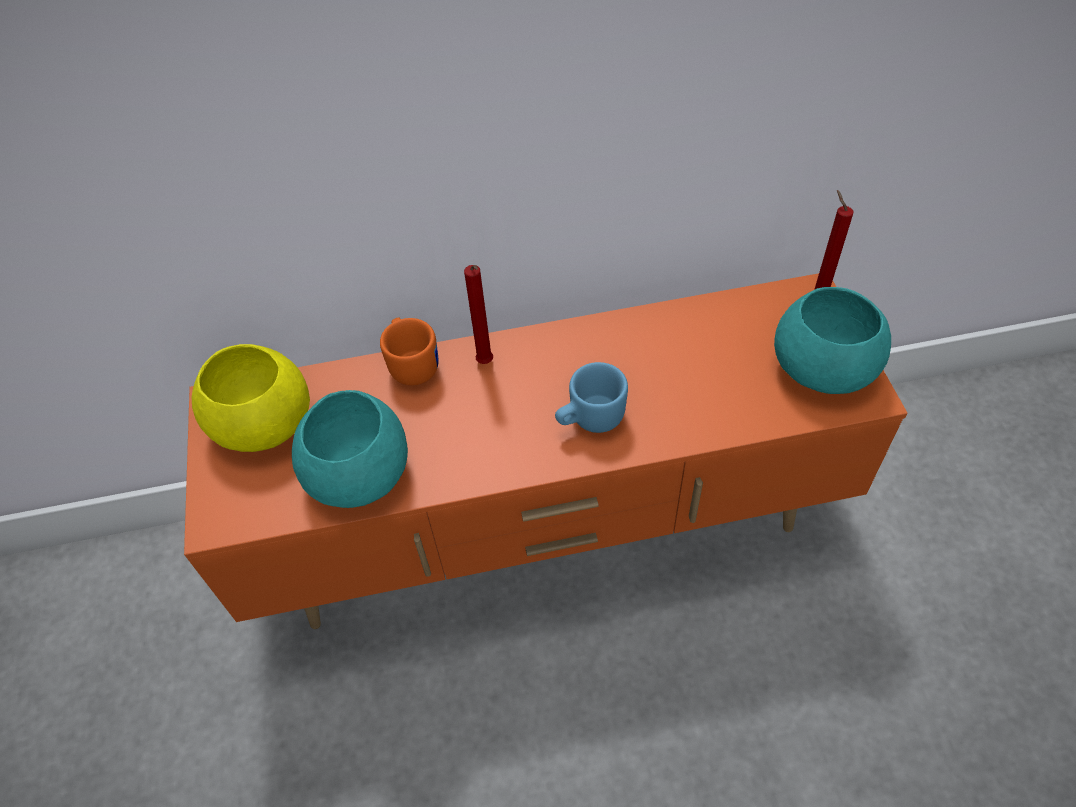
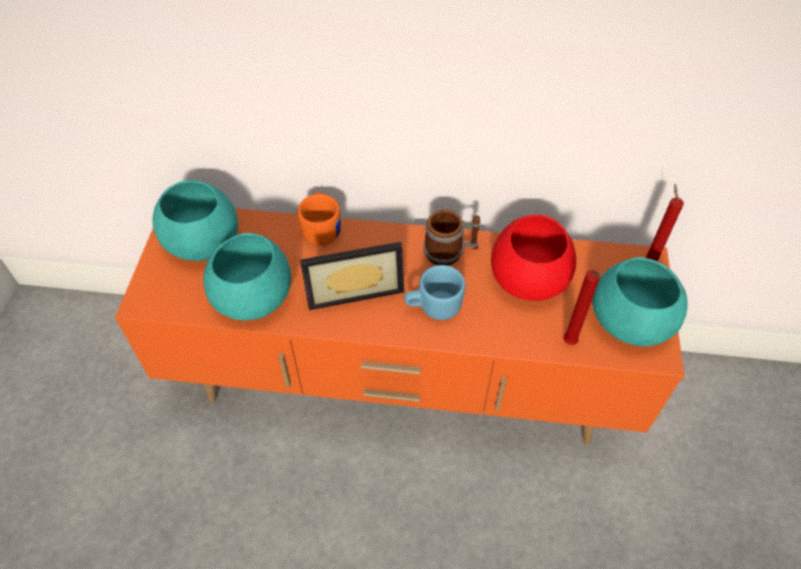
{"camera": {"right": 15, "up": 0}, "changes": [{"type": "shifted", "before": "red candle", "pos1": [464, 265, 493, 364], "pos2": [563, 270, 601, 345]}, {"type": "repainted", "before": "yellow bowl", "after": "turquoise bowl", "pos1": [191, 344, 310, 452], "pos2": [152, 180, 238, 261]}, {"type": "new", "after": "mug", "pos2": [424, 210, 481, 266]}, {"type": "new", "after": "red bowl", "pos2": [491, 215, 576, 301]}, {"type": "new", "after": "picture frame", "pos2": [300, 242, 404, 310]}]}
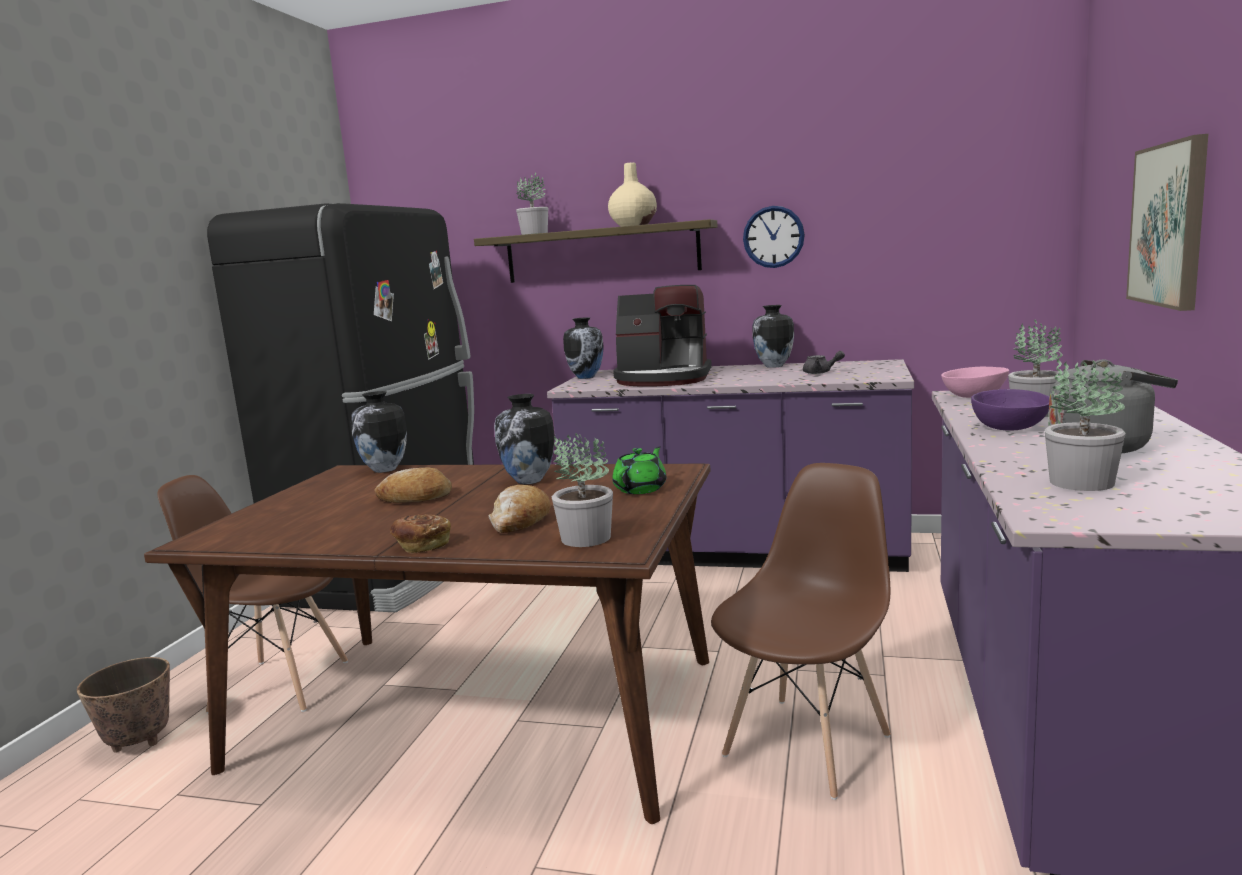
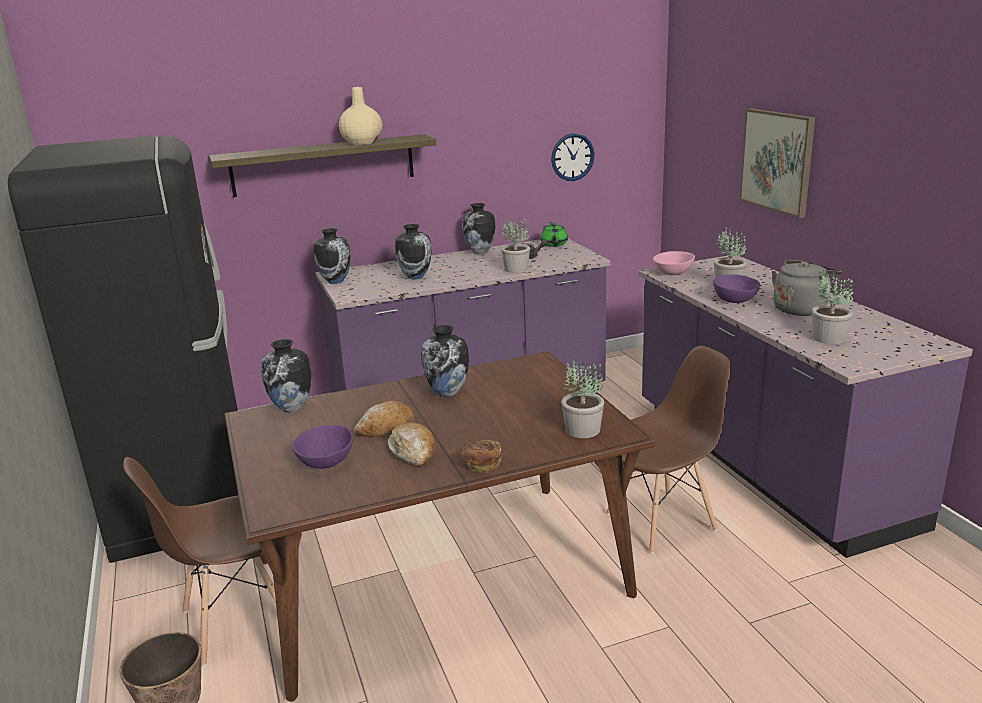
{"camera": {"right": -35, "up": 10}, "changes": [{"type": "shifted", "before": "potted plant", "pos1": [516, 172, 548, 235], "pos2": [501, 219, 530, 273]}, {"type": "shifted", "before": "wall clock", "pos1": [743, 206, 805, 268], "pos2": [551, 133, 595, 181]}, {"type": "swapped", "before": "coffee machine", "after": "vase", "pos1": [613, 285, 712, 386], "pos2": [395, 224, 432, 279]}, {"type": "shifted", "before": "green teapot", "pos1": [612, 446, 667, 494], "pos2": [540, 222, 568, 247]}, {"type": "rotated", "before": "brown chair", "pos1": [711, 463, 891, 800], "pos2": [606, 346, 731, 554], "turn": 60}, {"type": "shifted", "before": "bread", "pos1": [489, 485, 551, 533], "pos2": [388, 422, 435, 466]}, {"type": "new", "after": "purple bowl", "pos2": [293, 425, 353, 469]}]}
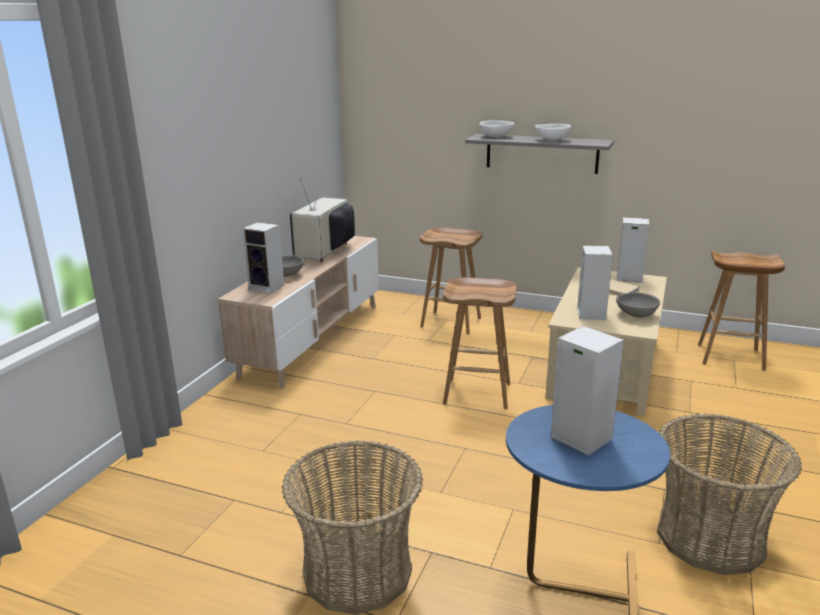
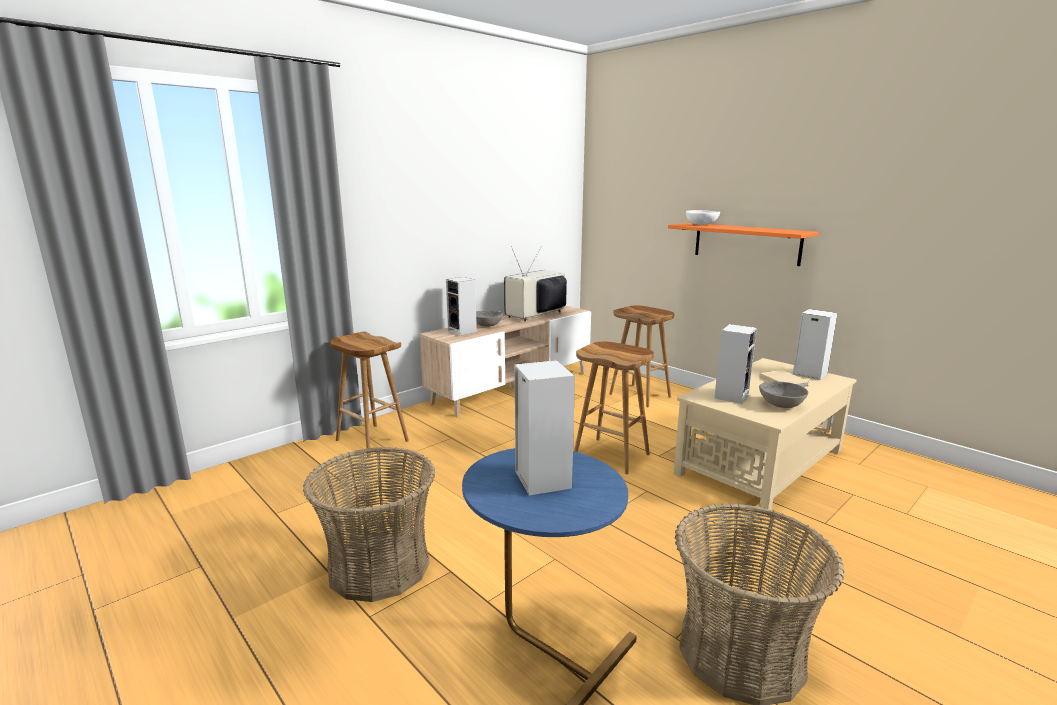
{"camera": {"right": 25, "up": -5}, "changes": [{"type": "gone", "before": "white bowl", "pos1": [535, 124, 571, 141]}, {"type": "repainted", "before": "grey shelf", "after": "orange shelf", "pos1": [465, 134, 614, 174], "pos2": [668, 223, 819, 266]}, {"type": "shifted", "before": "brown stool", "pos1": [698, 250, 785, 371], "pos2": [330, 331, 409, 457]}]}
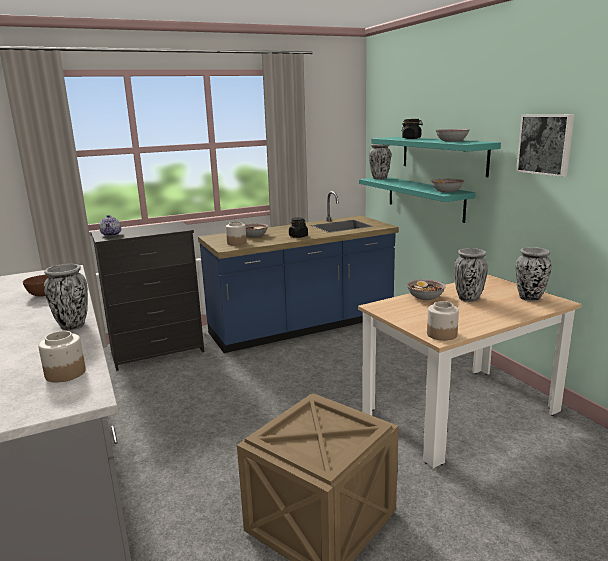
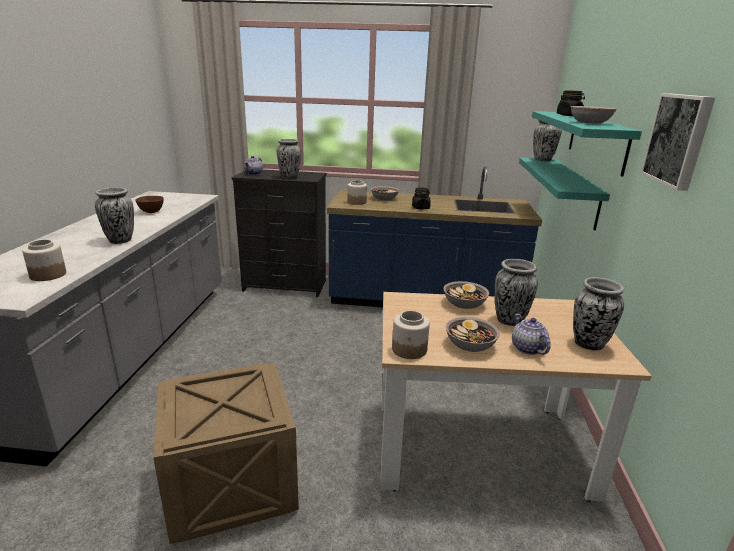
{"camera": {"right": 30, "up": 5}, "changes": [{"type": "shifted", "before": "bowl", "pos1": [431, 179, 464, 192], "pos2": [445, 317, 500, 352]}, {"type": "new", "after": "vase", "pos2": [277, 139, 301, 179]}, {"type": "new", "after": "teapot", "pos2": [512, 314, 551, 355]}]}
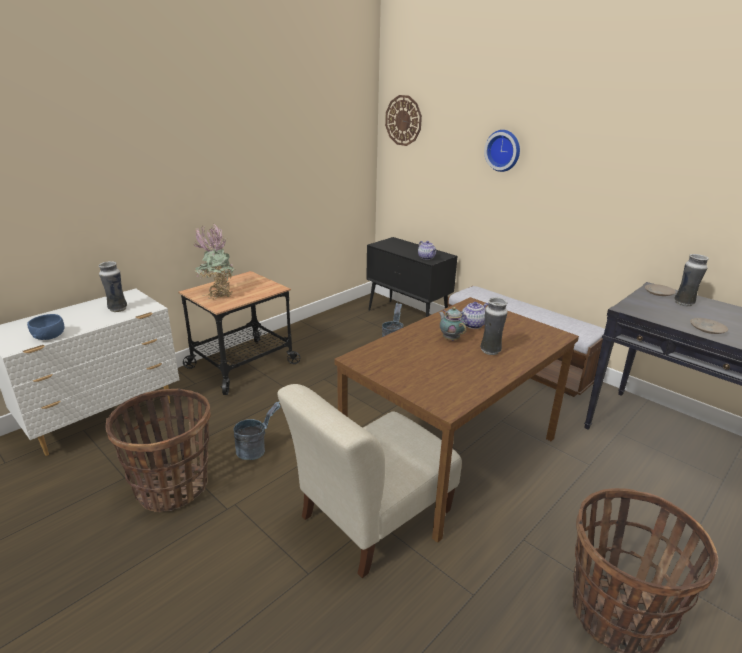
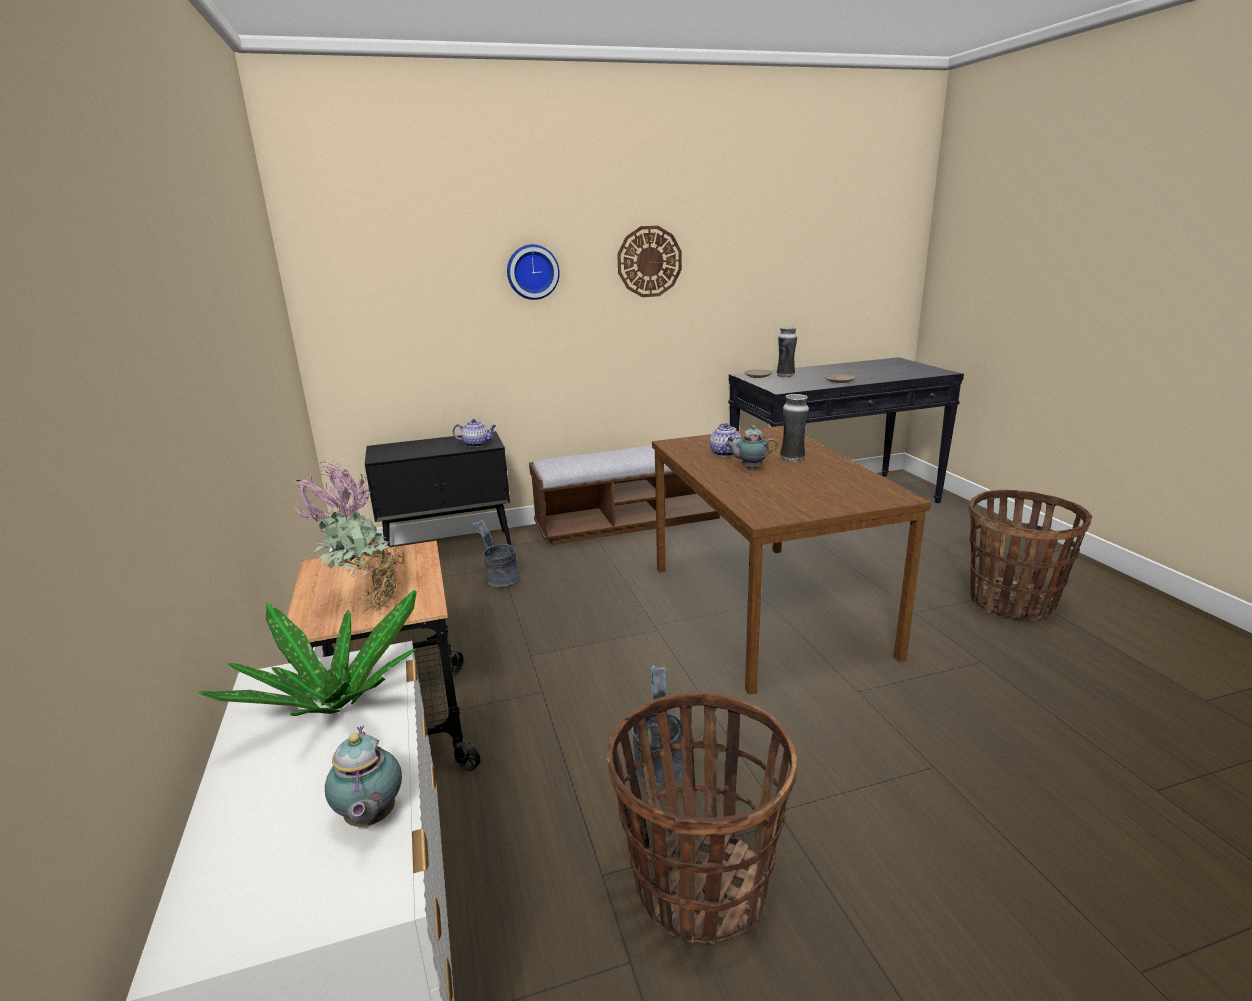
{"camera": {"right": -60, "up": -5}, "changes": [{"type": "shifted", "before": "wall clock", "pos1": [385, 95, 422, 146], "pos2": [617, 226, 682, 297]}, {"type": "swapped", "before": "vase", "after": "potted plant", "pos1": [99, 261, 127, 312], "pos2": [198, 590, 417, 716]}, {"type": "swapped", "before": "blue bowl", "after": "teapot", "pos1": [27, 314, 65, 340], "pos2": [325, 726, 402, 827]}, {"type": "gone", "before": "beige chair", "pos1": [277, 384, 462, 578]}]}
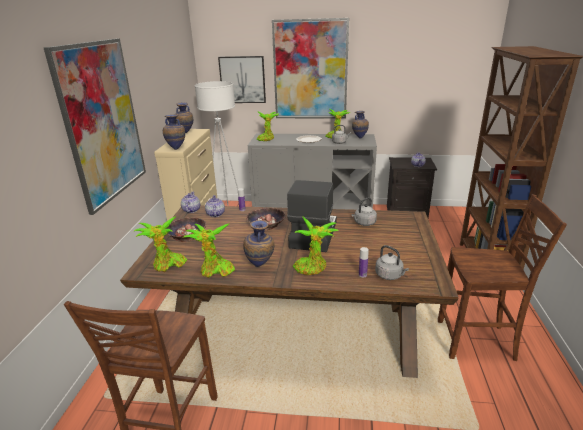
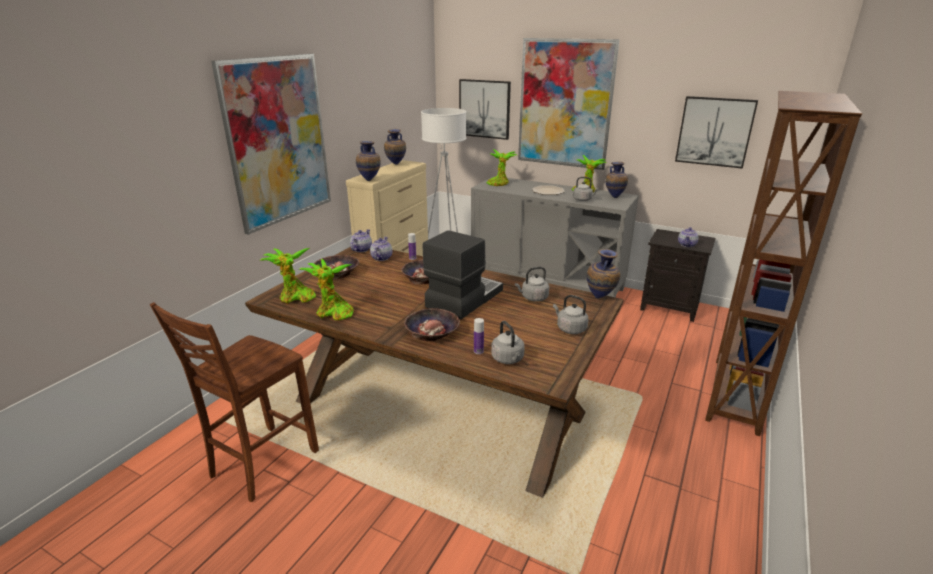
{"camera": {"right": 20, "up": 0}, "changes": [{"type": "gone", "before": "brown chair", "pos1": [438, 194, 567, 361]}, {"type": "swapped", "before": "potted plant", "after": "bowl", "pos1": [293, 217, 339, 275], "pos2": [404, 308, 460, 341]}, {"type": "shifted", "before": "vase", "pos1": [243, 220, 274, 267], "pos2": [587, 249, 620, 298]}, {"type": "new", "after": "picture", "pos2": [675, 96, 758, 169]}, {"type": "new", "after": "grey kettle", "pos2": [553, 295, 588, 334]}]}
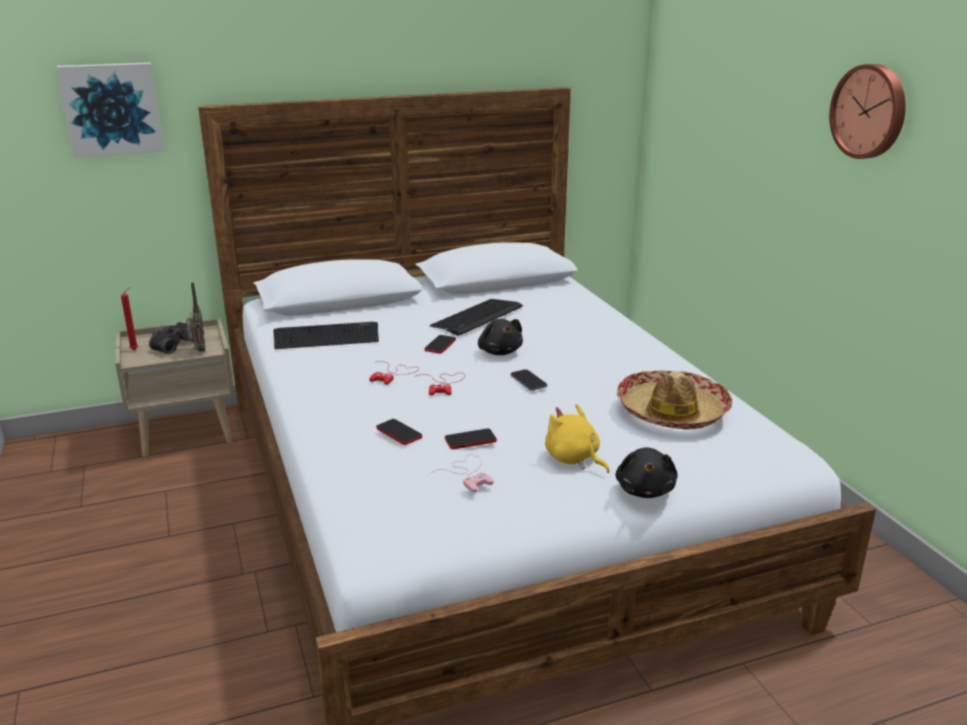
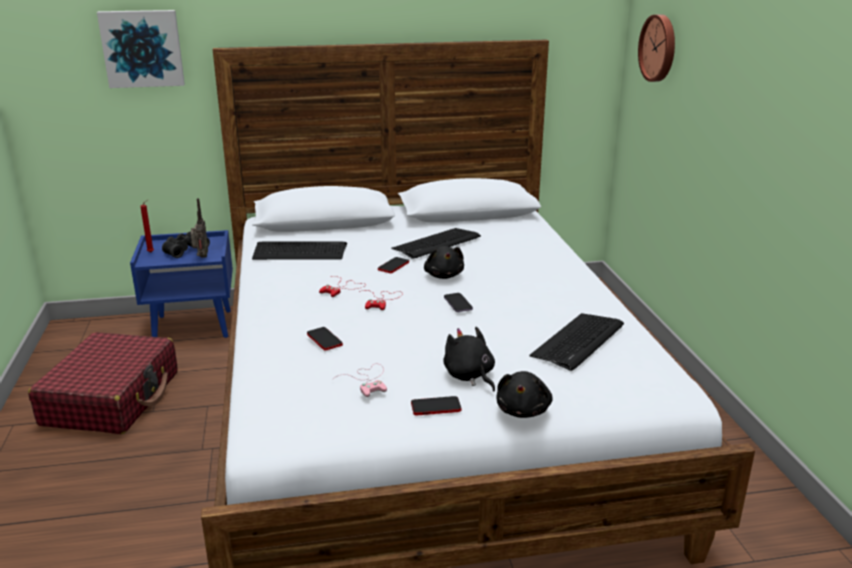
{"camera": {"right": 10, "up": 0}, "changes": [{"type": "shifted", "before": "wall clock", "pos1": [829, 64, 906, 159], "pos2": [638, 14, 675, 82]}, {"type": "repainted", "before": "beige nightstand", "after": "blue nightstand", "pos1": [115, 318, 235, 457], "pos2": [130, 230, 233, 338]}, {"type": "swapped", "before": "hat", "after": "keyboard", "pos1": [617, 370, 732, 430], "pos2": [529, 313, 624, 371]}, {"type": "repainted", "before": "yellow plush toy", "after": "black plush toy", "pos1": [545, 404, 609, 473], "pos2": [443, 327, 495, 392]}, {"type": "shifted", "before": "phone", "pos1": [445, 429, 497, 449], "pos2": [411, 396, 462, 415]}, {"type": "new", "after": "red suitcase", "pos2": [28, 332, 178, 434]}]}
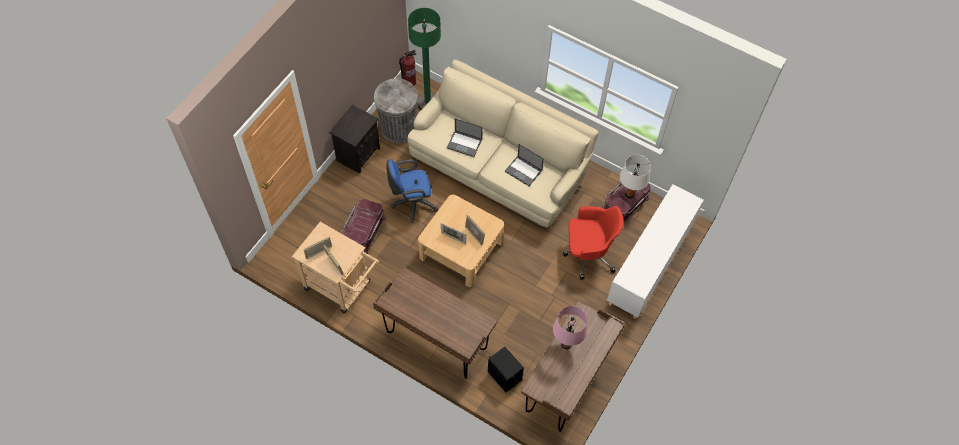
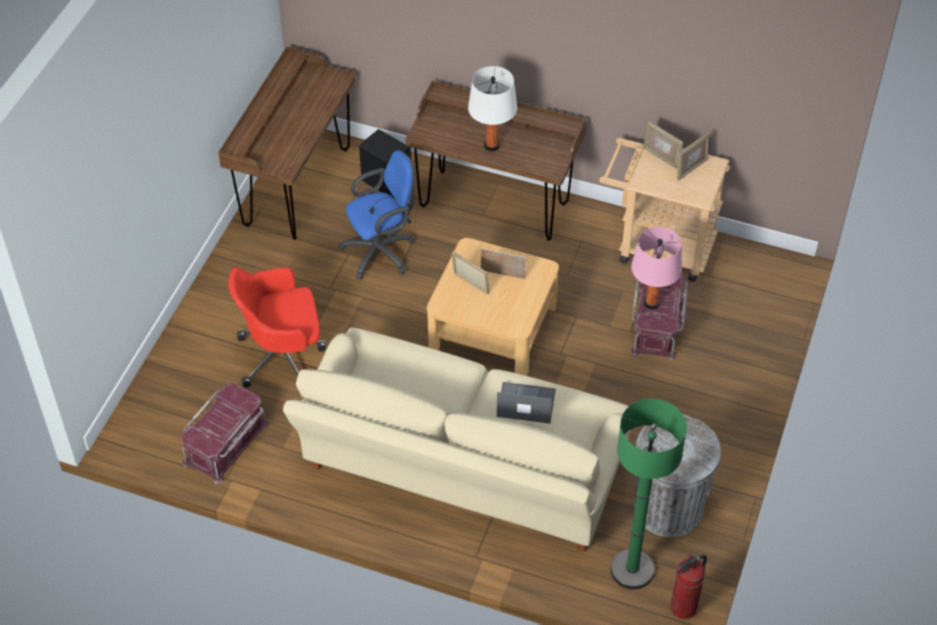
{"camera": {"right": 170, "up": -10}, "changes": [{"type": "gone", "before": "black nightstand", "pos1": [329, 105, 380, 174]}, {"type": "gone", "before": "laptop", "pos1": [505, 144, 544, 186]}, {"type": "shifted", "before": "white table lamp", "pos1": [620, 155, 651, 198], "pos2": [468, 66, 517, 151]}, {"type": "shifted", "before": "blue office chair", "pos1": [386, 159, 438, 222], "pos2": [339, 150, 415, 280]}, {"type": "gone", "before": "white cabinet", "pos1": [607, 184, 704, 319]}, {"type": "shifted", "before": "pink table lamp", "pos1": [553, 306, 587, 349], "pos2": [631, 227, 682, 309]}]}
